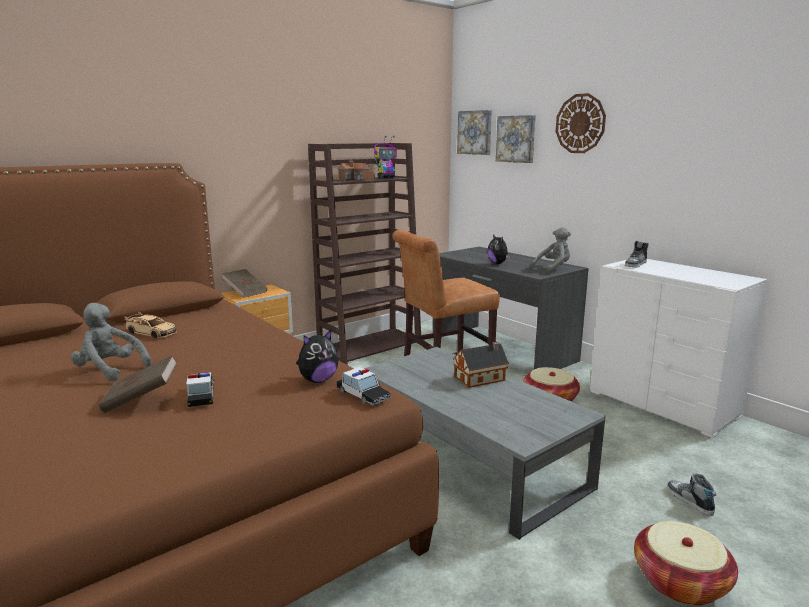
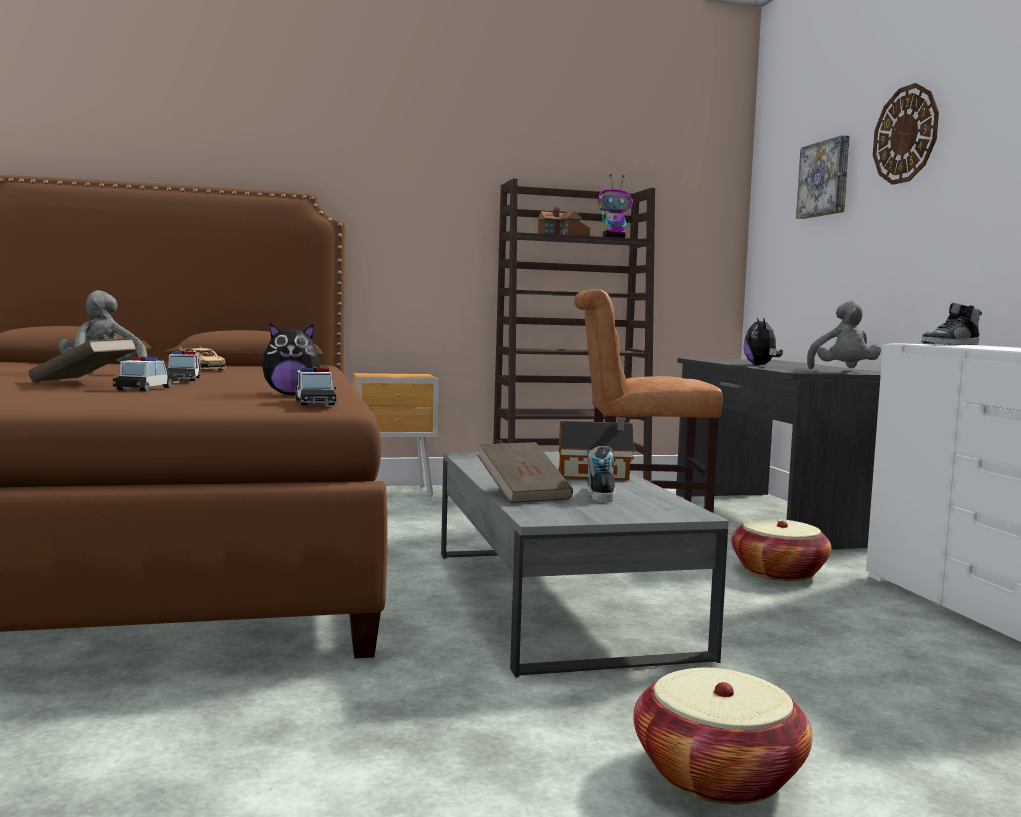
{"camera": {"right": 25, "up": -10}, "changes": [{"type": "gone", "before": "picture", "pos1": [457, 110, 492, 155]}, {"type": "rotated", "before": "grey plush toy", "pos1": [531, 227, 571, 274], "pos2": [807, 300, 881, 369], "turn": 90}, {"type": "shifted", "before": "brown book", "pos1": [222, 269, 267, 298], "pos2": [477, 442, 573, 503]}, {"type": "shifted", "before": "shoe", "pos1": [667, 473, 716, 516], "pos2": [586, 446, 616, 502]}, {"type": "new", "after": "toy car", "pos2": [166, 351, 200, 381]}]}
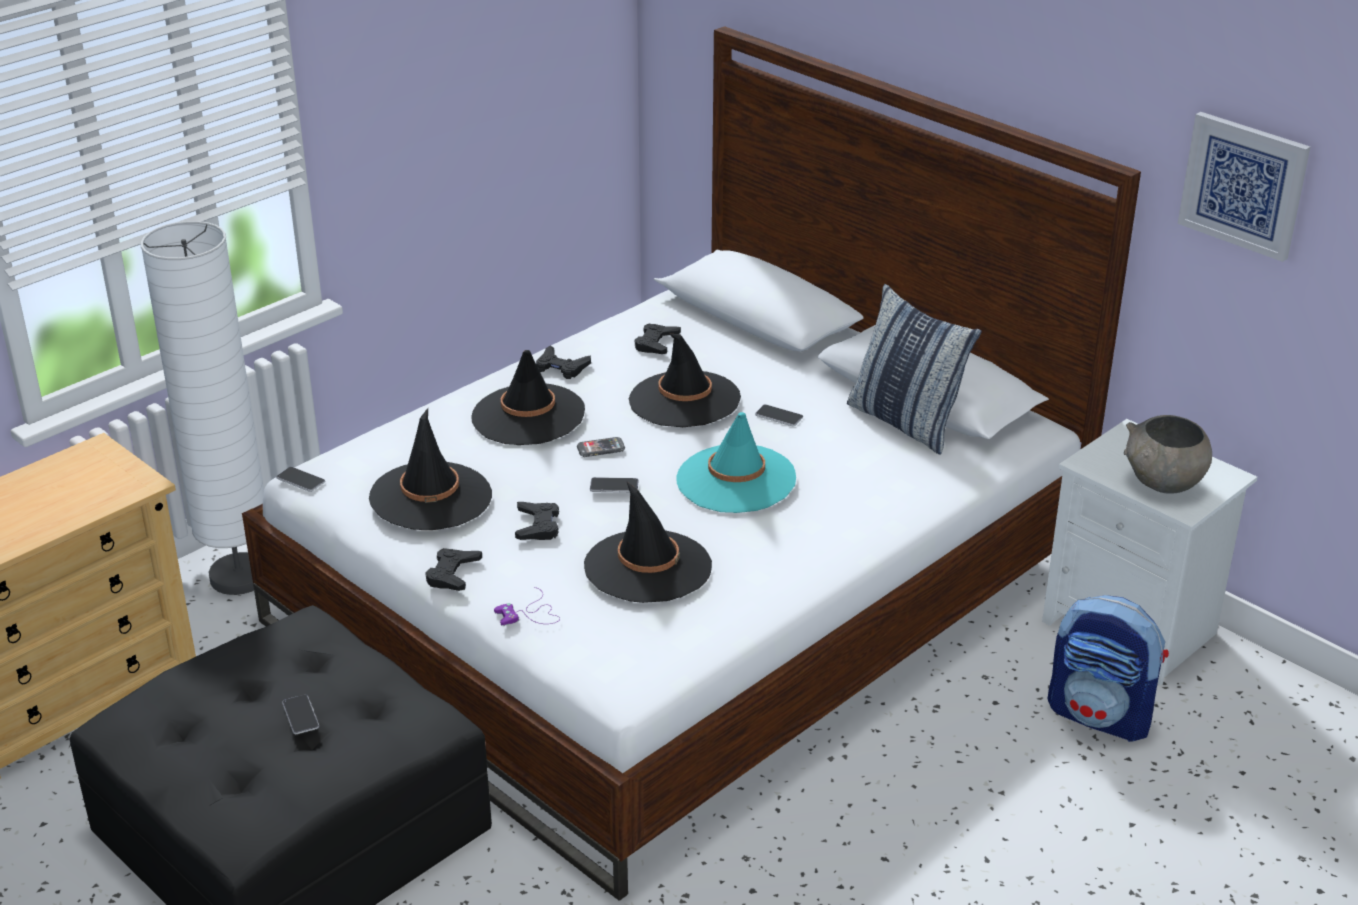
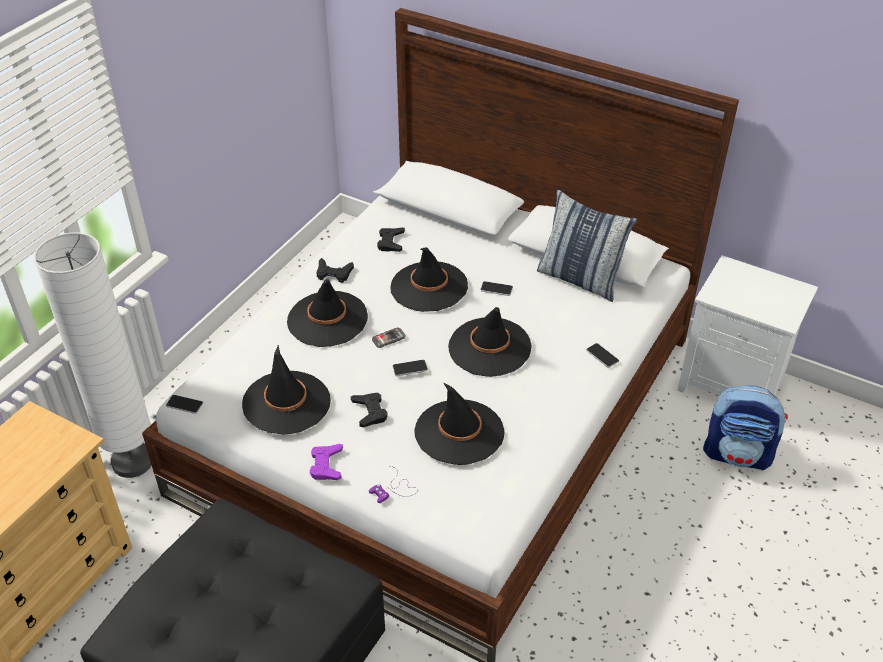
{"camera": {"right": -15, "up": 10}, "changes": [{"type": "gone", "before": "picture", "pos1": [1178, 112, 1310, 262]}, {"type": "repainted", "before": "turquoise hat", "after": "black hat", "pos1": [677, 412, 796, 513], "pos2": [448, 307, 532, 377]}, {"type": "gone", "before": "grey bowl", "pos1": [1124, 415, 1212, 494]}, {"type": "repainted", "before": "black game controller", "after": "purple game controller", "pos1": [425, 548, 482, 591], "pos2": [310, 444, 343, 480]}, {"type": "shifted", "before": "phone", "pos1": [282, 695, 319, 734], "pos2": [586, 343, 619, 368]}]}
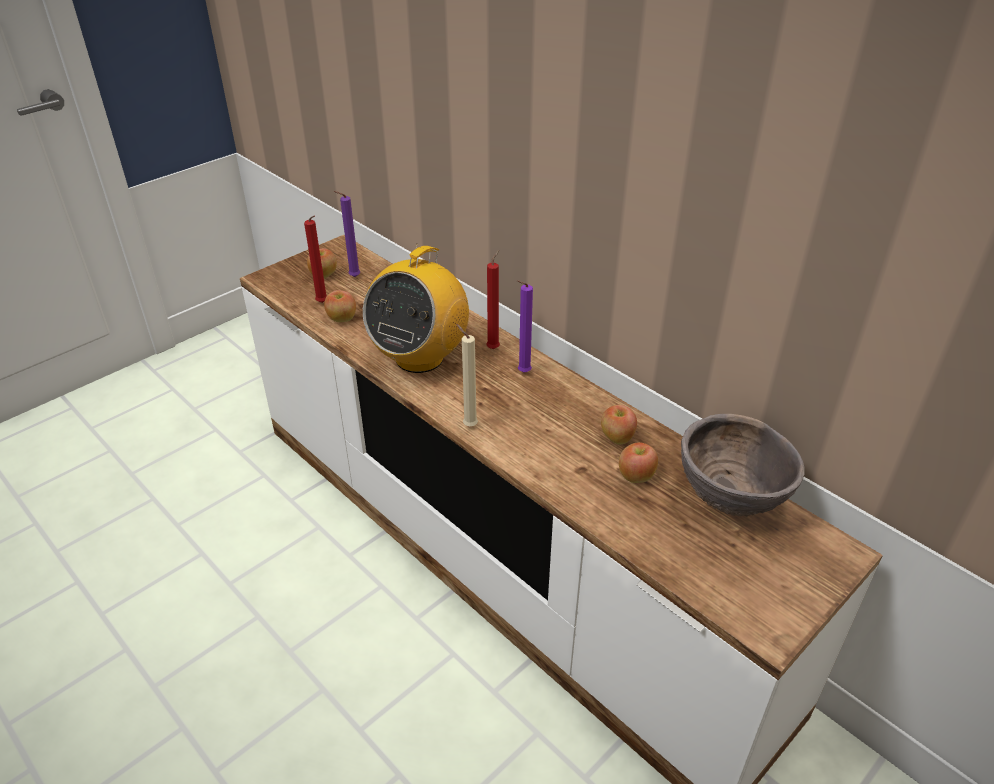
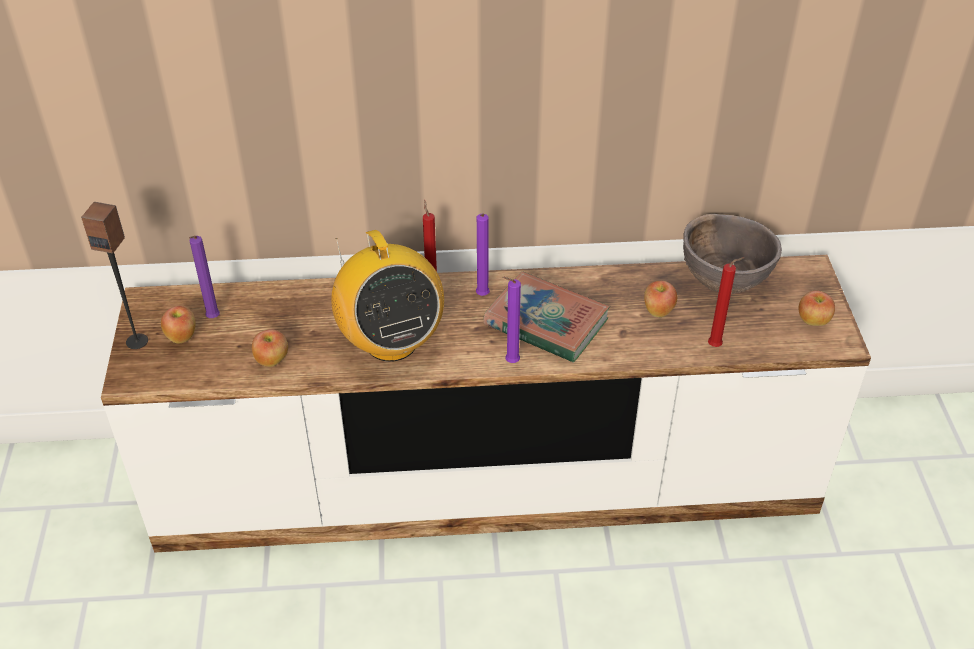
{"camera": {"right": -50, "up": 5}, "changes": [{"type": "shifted", "before": "red candle", "pos1": [304, 216, 327, 303], "pos2": [708, 257, 745, 347]}, {"type": "repainted", "before": "beige candle", "after": "purple candle", "pos1": [456, 324, 478, 426], "pos2": [502, 277, 521, 363]}, {"type": "shifted", "before": "apple", "pos1": [601, 405, 637, 445], "pos2": [798, 290, 835, 326]}, {"type": "new", "after": "speaker", "pos2": [81, 202, 148, 349]}, {"type": "new", "after": "book", "pos2": [483, 271, 610, 363]}]}
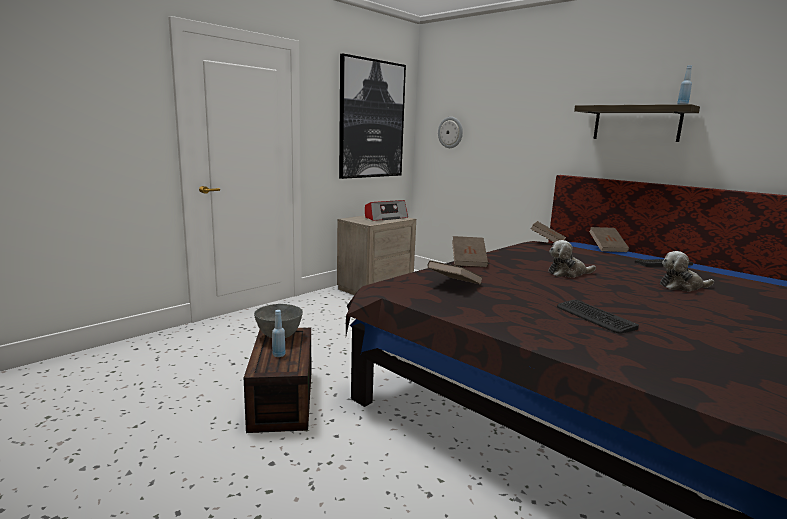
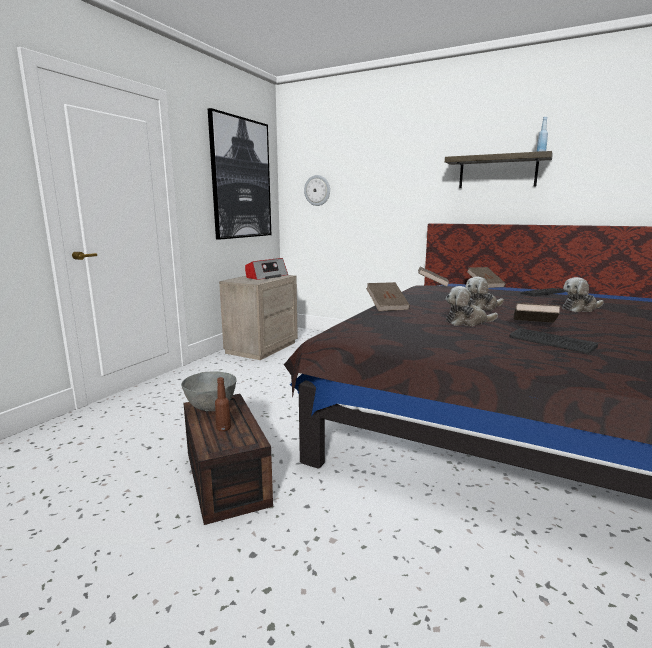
{"camera": {"right": -15, "up": 0}, "changes": [{"type": "shifted", "before": "brown book", "pos1": [428, 261, 483, 285], "pos2": [513, 303, 560, 323]}, {"type": "repainted", "before": "blue bottle", "after": "brown bottle", "pos1": [272, 310, 285, 357], "pos2": [215, 377, 231, 431]}, {"type": "new", "after": "plush toy", "pos2": [446, 286, 498, 326]}]}
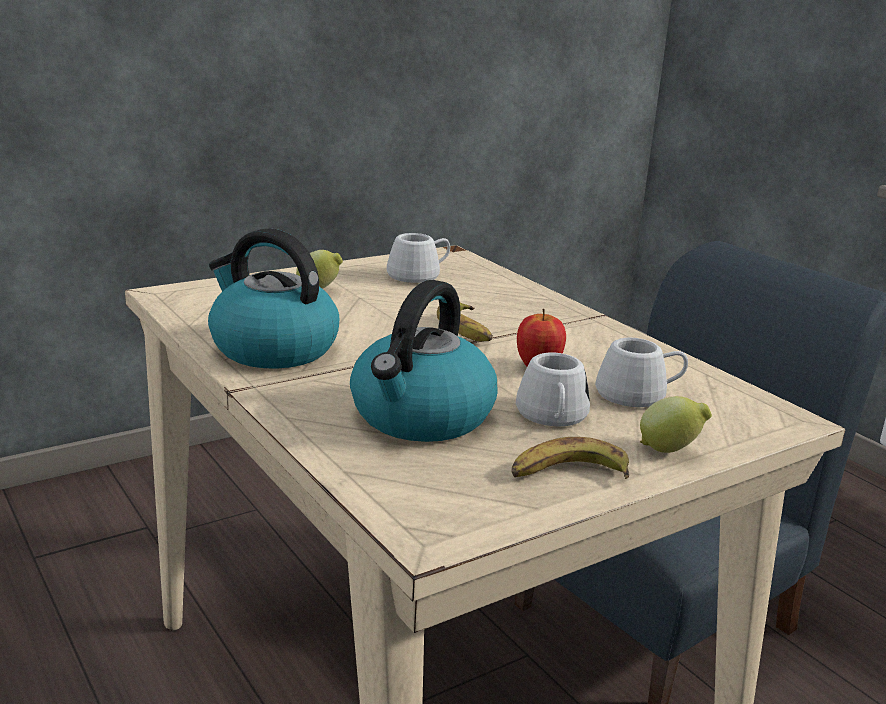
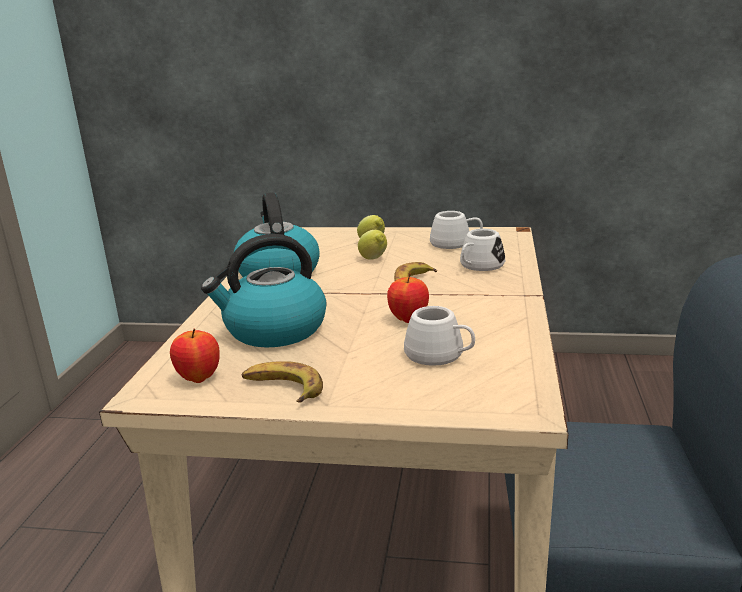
{"camera": {"right": 45, "up": 0}, "changes": [{"type": "shifted", "before": "white mug", "pos1": [516, 353, 590, 426], "pos2": [460, 229, 505, 271]}, {"type": "shifted", "before": "lemon", "pos1": [640, 396, 712, 453], "pos2": [358, 230, 387, 260]}, {"type": "new", "after": "apple", "pos2": [170, 328, 220, 383]}]}
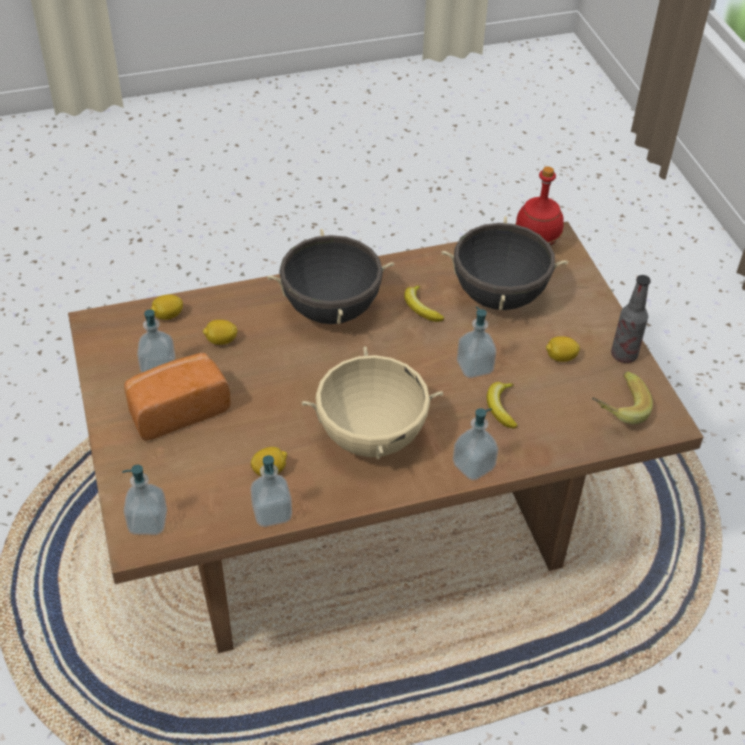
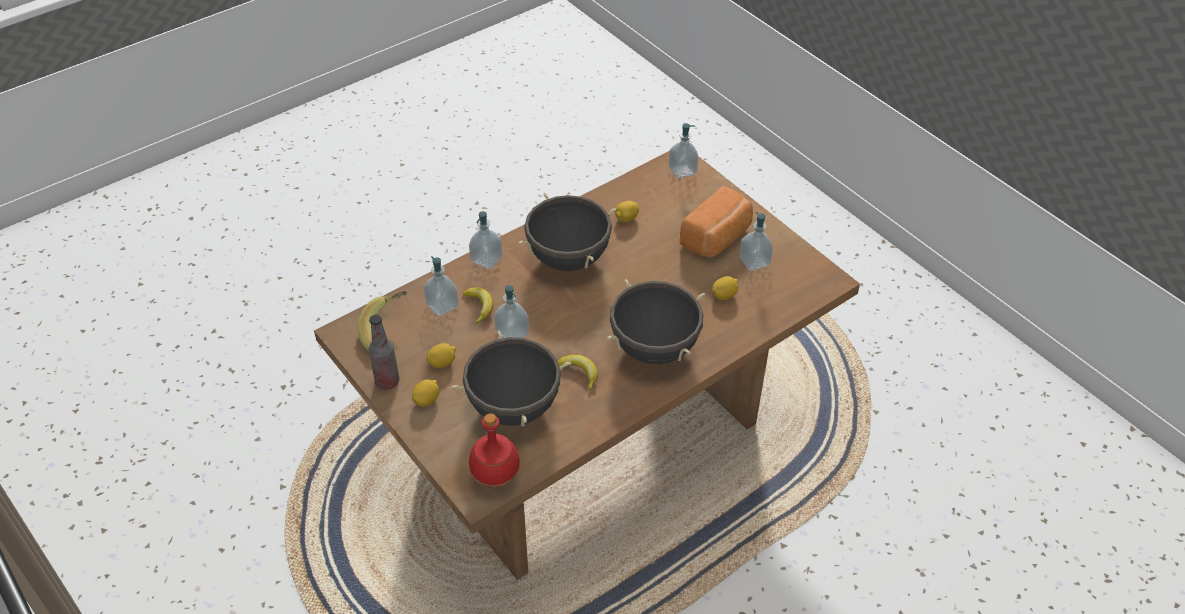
{"camera": {"right": 160, "up": 0}, "changes": [{"type": "shifted", "before": "lemon", "pos1": [151, 294, 183, 320], "pos2": [412, 379, 439, 407]}, {"type": "repainted", "before": "beige cooking pot", "after": "black cooking pot", "pos1": [302, 346, 443, 460], "pos2": [519, 193, 616, 271]}, {"type": "shifted", "before": "soap dispenser", "pos1": [250, 455, 292, 527], "pos2": [423, 256, 459, 316]}]}
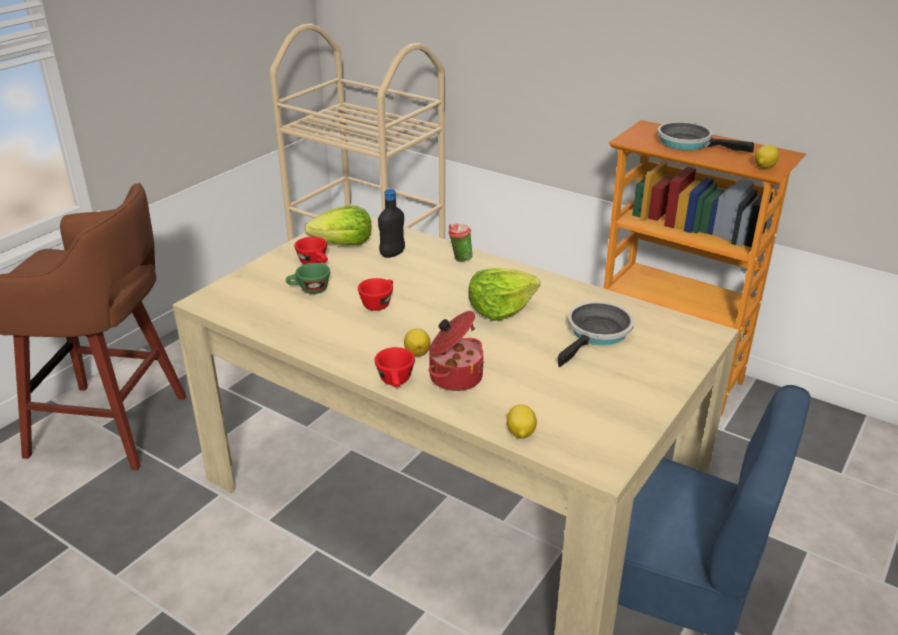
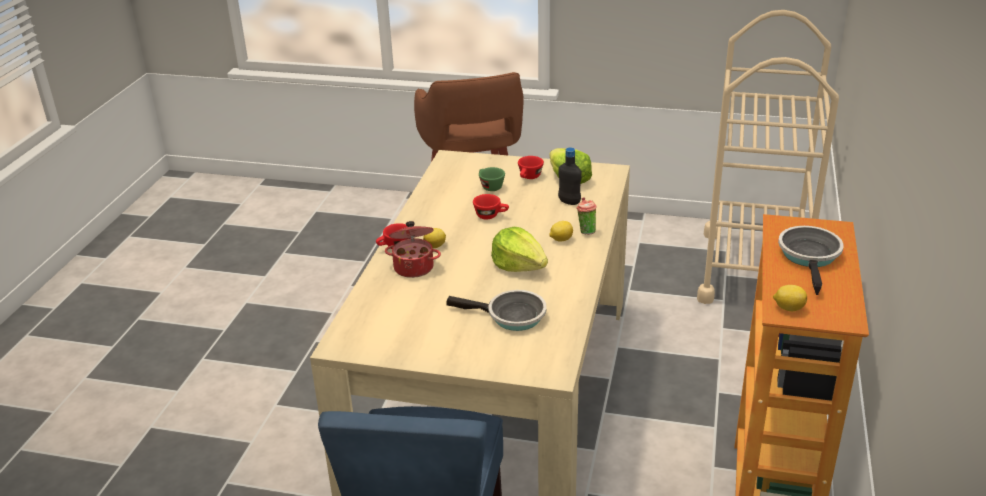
{"camera": {"right": 70, "up": 0}, "changes": [{"type": "shifted", "before": "lemon", "pos1": [507, 405, 537, 438], "pos2": [549, 221, 573, 241]}]}
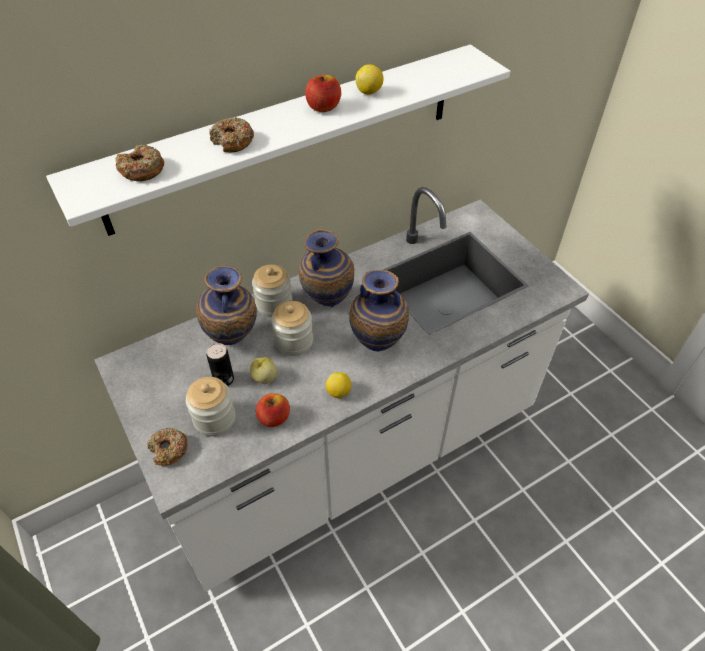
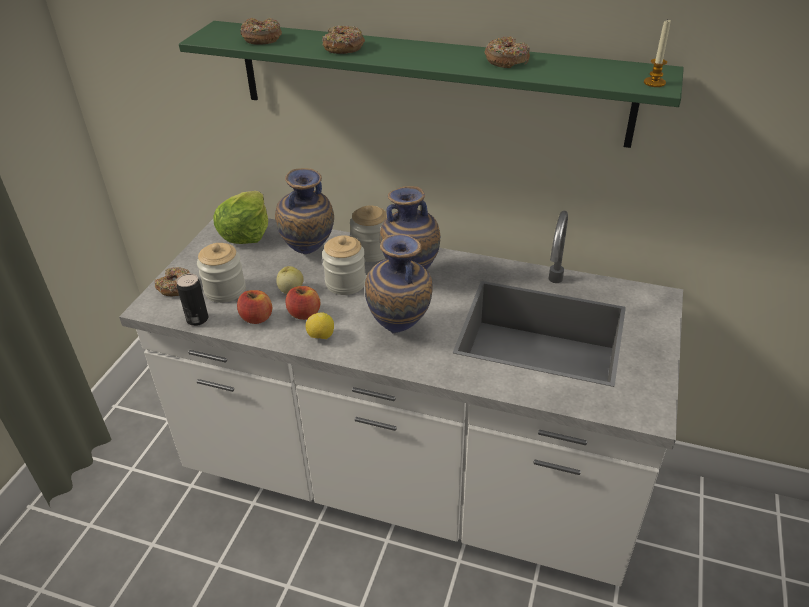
{"camera": {"right": 50, "up": -10}, "changes": [{"type": "repainted", "before": "white shelf", "after": "green shelf", "pos1": [46, 45, 510, 236], "pos2": [179, 21, 684, 148]}, {"type": "swapped", "before": "lemon", "after": "donut", "pos1": [355, 64, 384, 95], "pos2": [485, 36, 530, 68]}, {"type": "shifted", "before": "apple", "pos1": [305, 75, 341, 112], "pos2": [285, 286, 320, 320]}, {"type": "shifted", "before": "can", "pos1": [206, 343, 234, 386], "pos2": [176, 274, 208, 326]}, {"type": "new", "after": "candle", "pos2": [644, 19, 671, 87]}, {"type": "new", "after": "lettuce", "pos2": [213, 191, 268, 244]}]}
